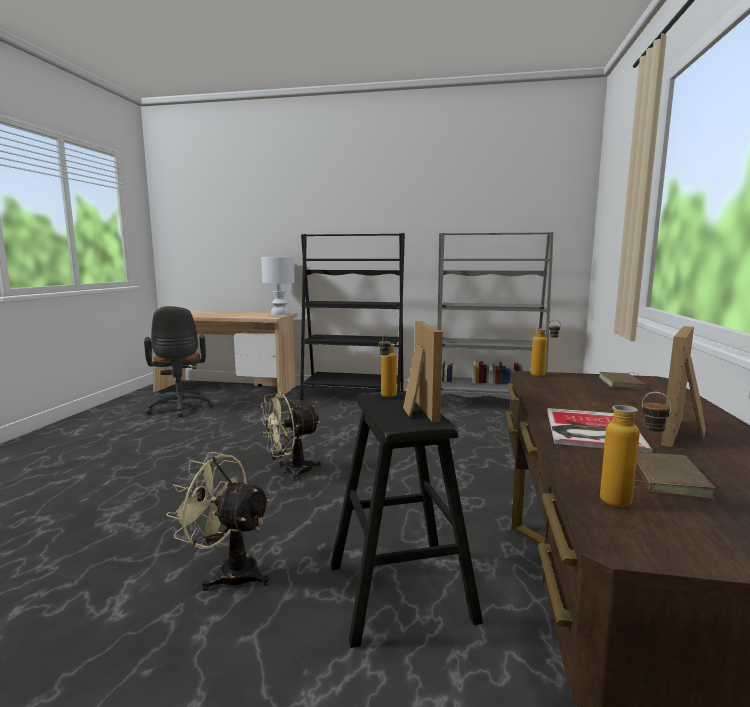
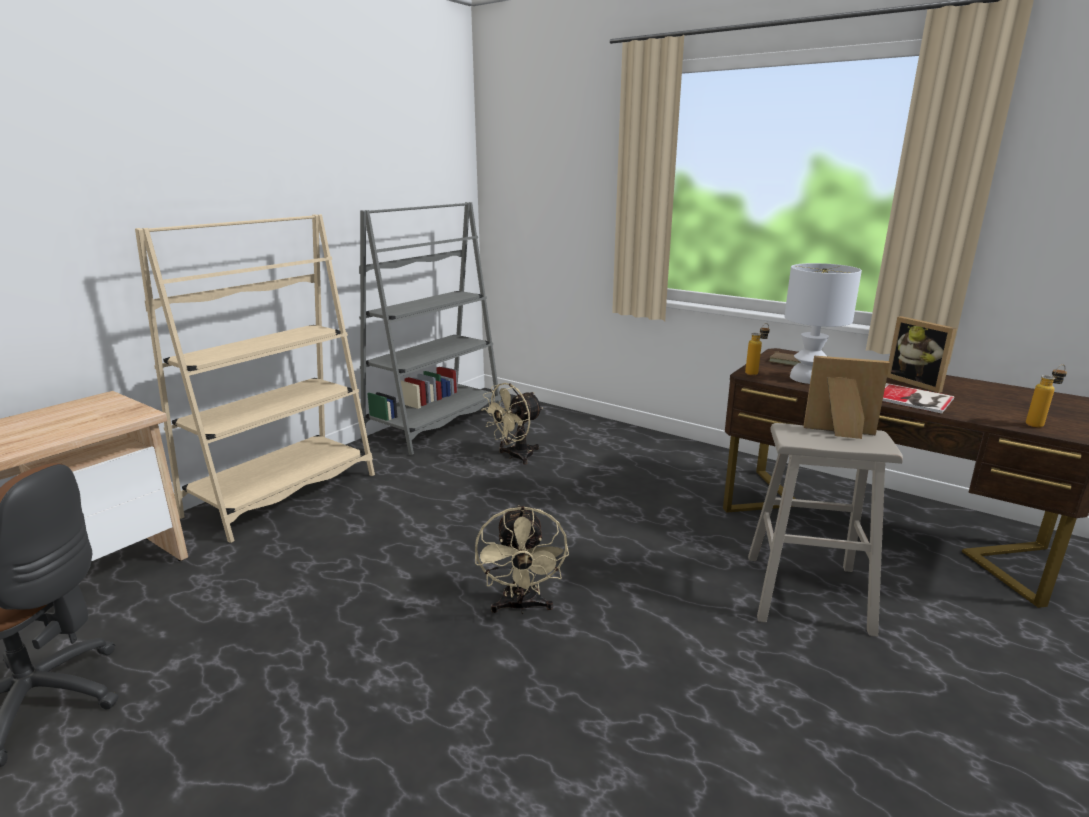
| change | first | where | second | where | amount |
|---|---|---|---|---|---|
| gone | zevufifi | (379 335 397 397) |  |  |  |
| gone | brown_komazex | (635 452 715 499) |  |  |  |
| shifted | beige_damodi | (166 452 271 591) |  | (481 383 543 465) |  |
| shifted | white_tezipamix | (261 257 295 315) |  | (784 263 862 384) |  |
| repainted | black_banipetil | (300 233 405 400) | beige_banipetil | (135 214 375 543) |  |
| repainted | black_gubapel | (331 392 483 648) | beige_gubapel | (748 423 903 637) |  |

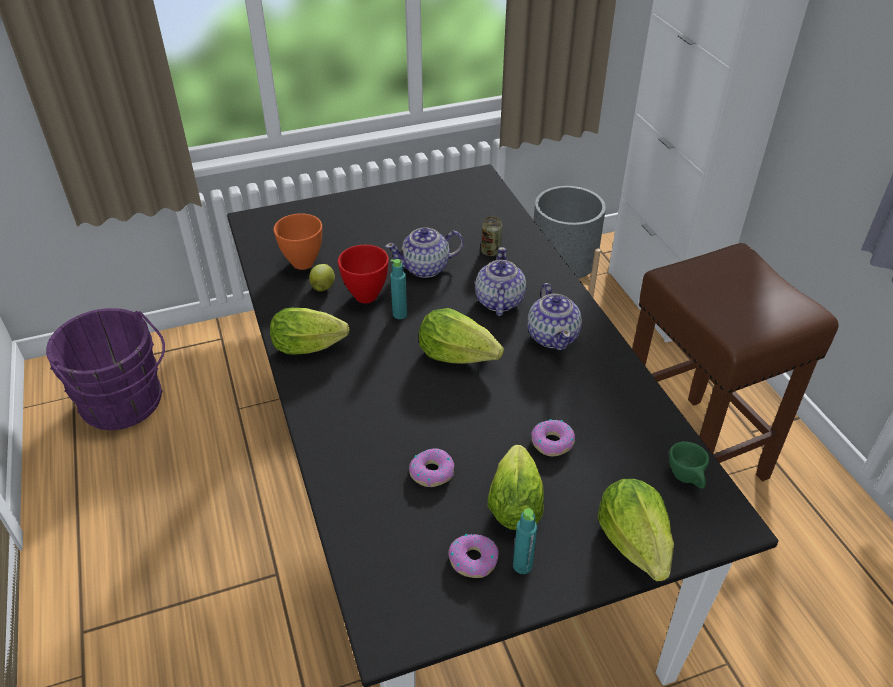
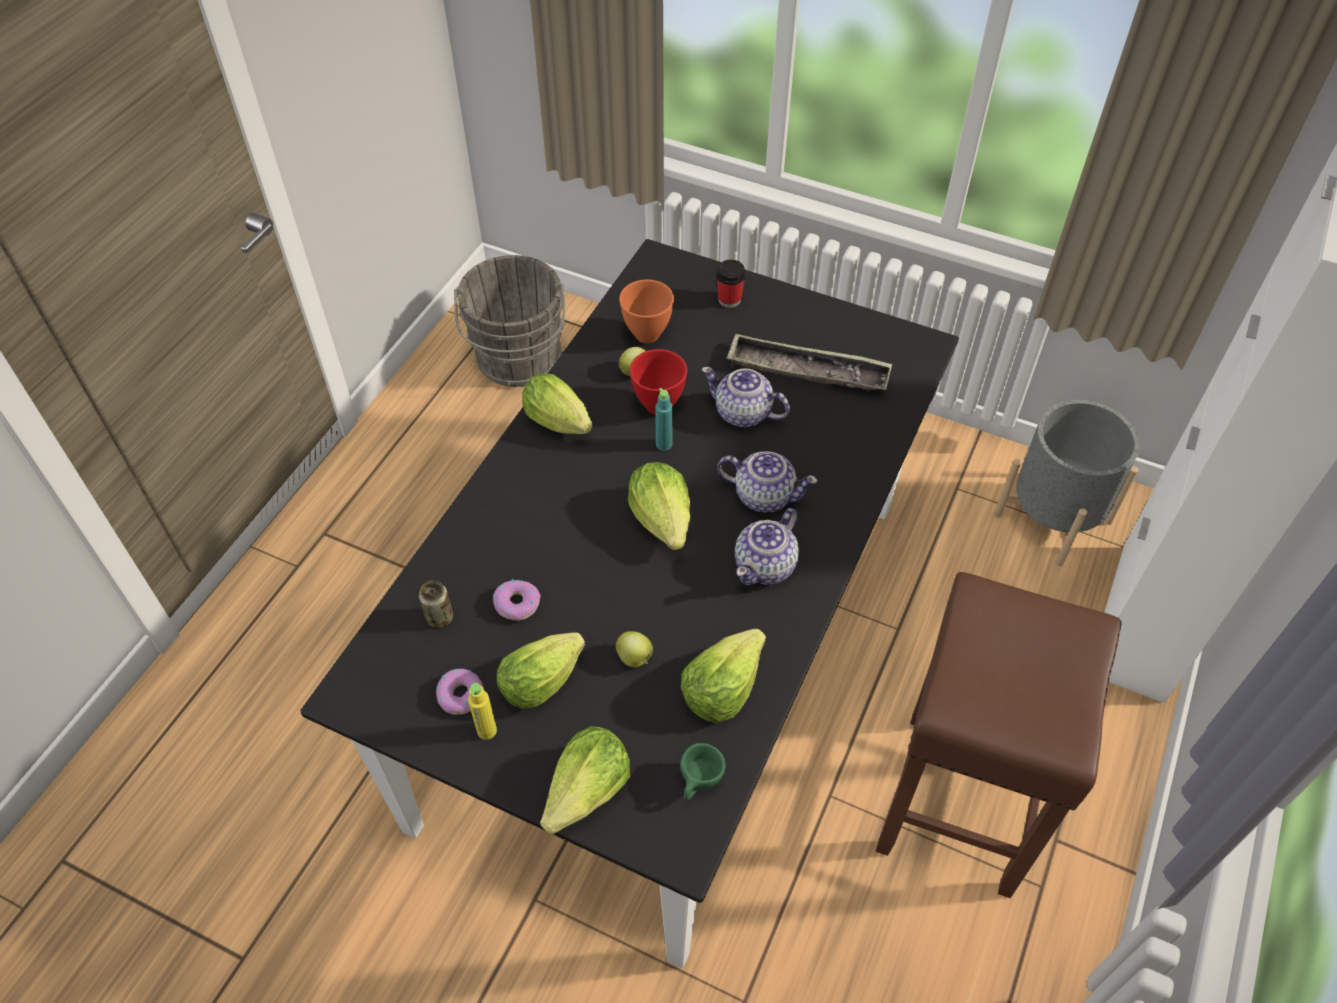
| change | first | where | second | where | amount |
|---|---|---|---|---|---|
| new |  |  | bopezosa | (681 629 766 723) |  |
| new |  |  | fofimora | (716 260 746 308) |  |
| new |  |  | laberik | (727 334 892 391) |  |
| shifted | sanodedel | (481 217 502 256) |  | (419 580 453 628) |  |
| swapped | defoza | (531 419 575 456) | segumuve | (616 631 653 668) |  |
| repainted | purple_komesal | (46 308 165 430) | grey_komesal | (454 255 565 387) |  |
| repainted | turquoise_zevufifi | (513 508 537 574) | yellow_zevufifi | (468 683 497 740) |  |
| rotated | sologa | (475 247 526 316) |  | (717 451 818 513) | 60 degrees clockwise |

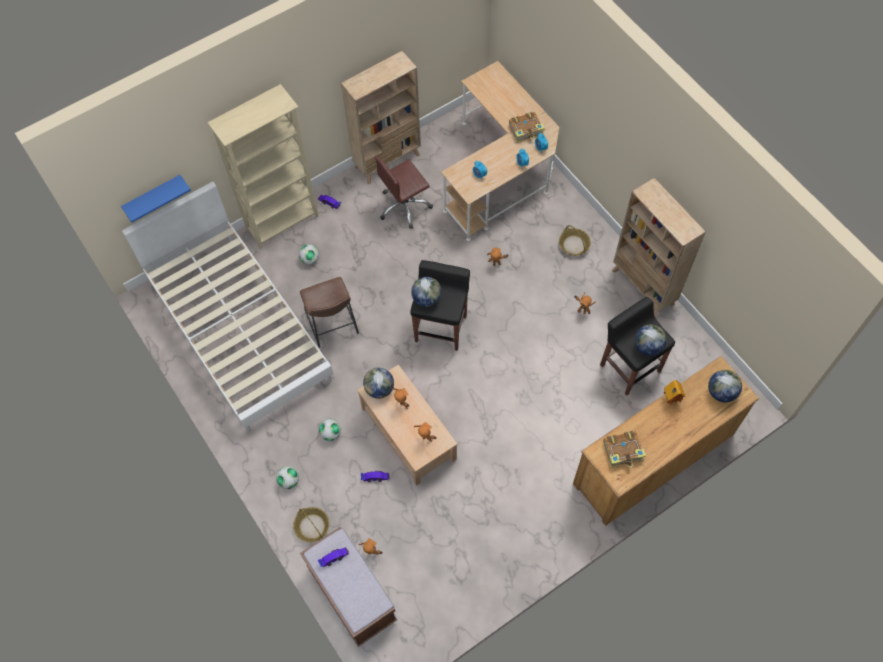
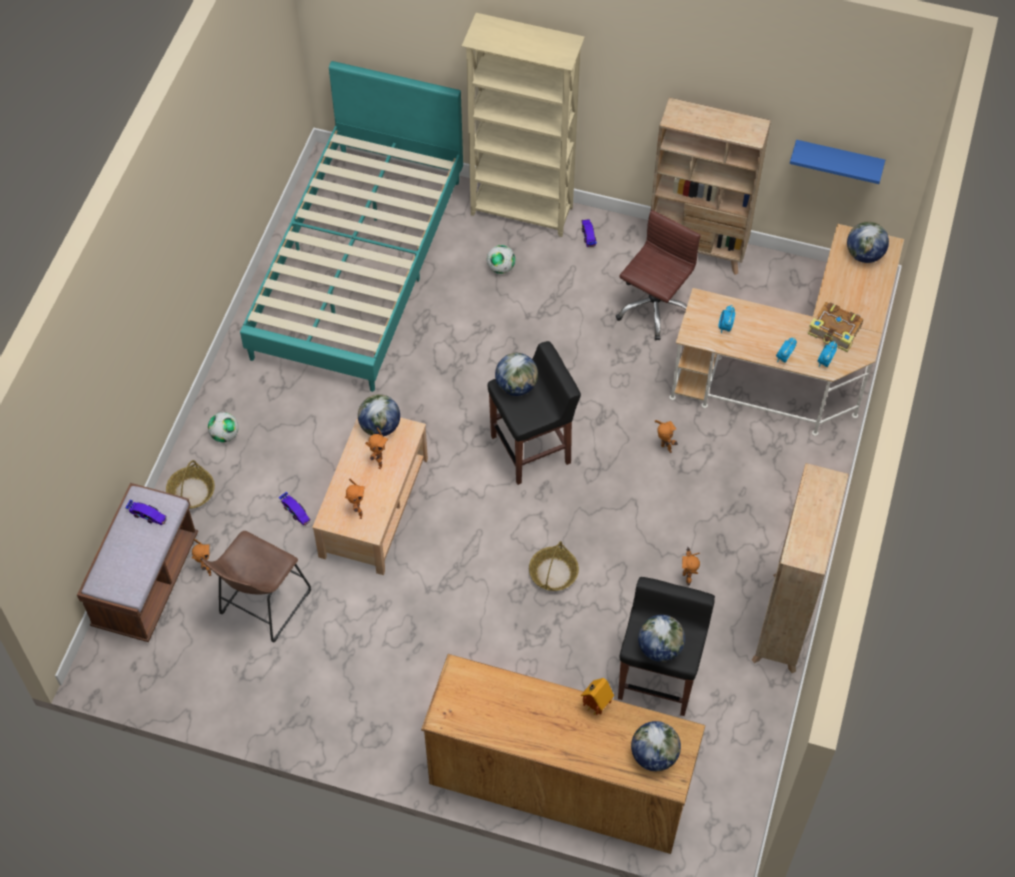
| change | first | where | second | where | amount |
|---|---|---|---|---|---|
| gone | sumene | (319 419 341 441) |  |  |  |
| gone | komazex | (603 431 646 468) |  |  |  |
| new |  |  | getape | (847 222 889 263) |  |
| shifted | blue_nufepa | (121 175 191 223) |  | (790 140 885 184) |  |
| shifted | brown_gubapel | (300 277 359 348) |  | (202 531 311 643) |  |
| shifted | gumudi | (559 225 591 256) |  | (529 541 579 591) |  |
| repainted | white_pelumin | (122 181 333 432) | turquoise_pelumin | (240 61 463 392) |  |
| rotated | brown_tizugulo | (375 156 433 229) |  | (616 210 701 340) | 105 degrees clockwise |

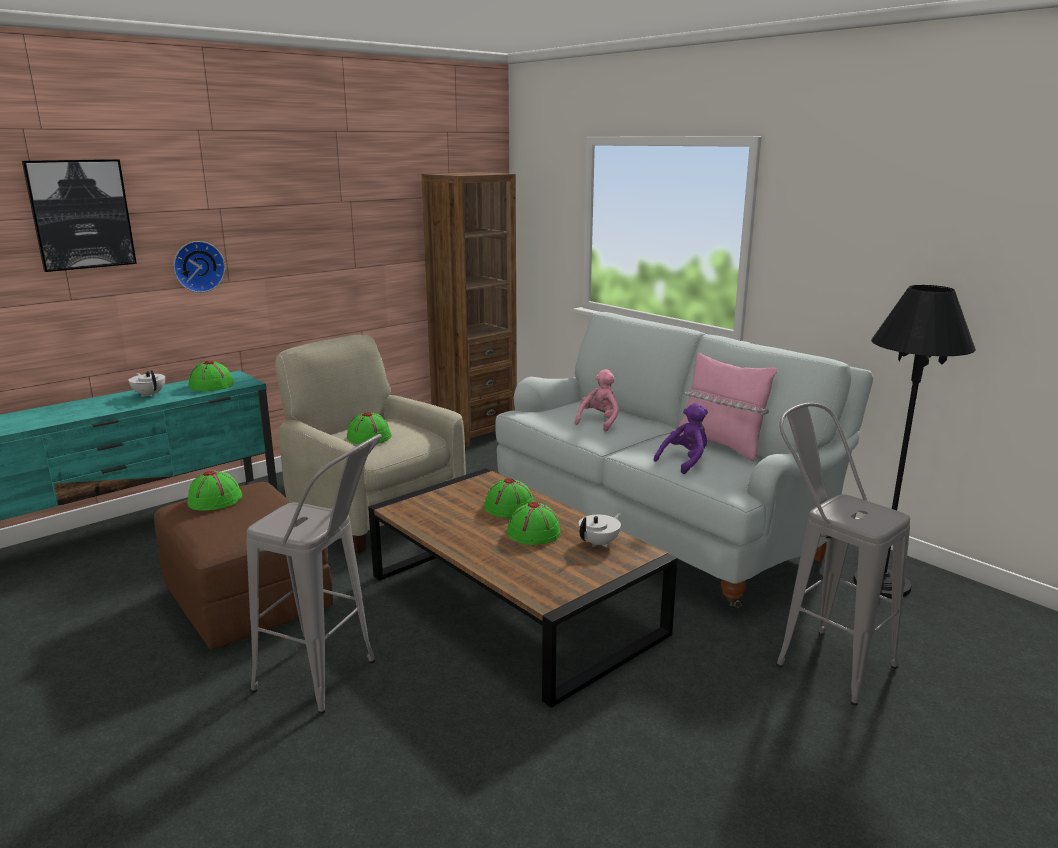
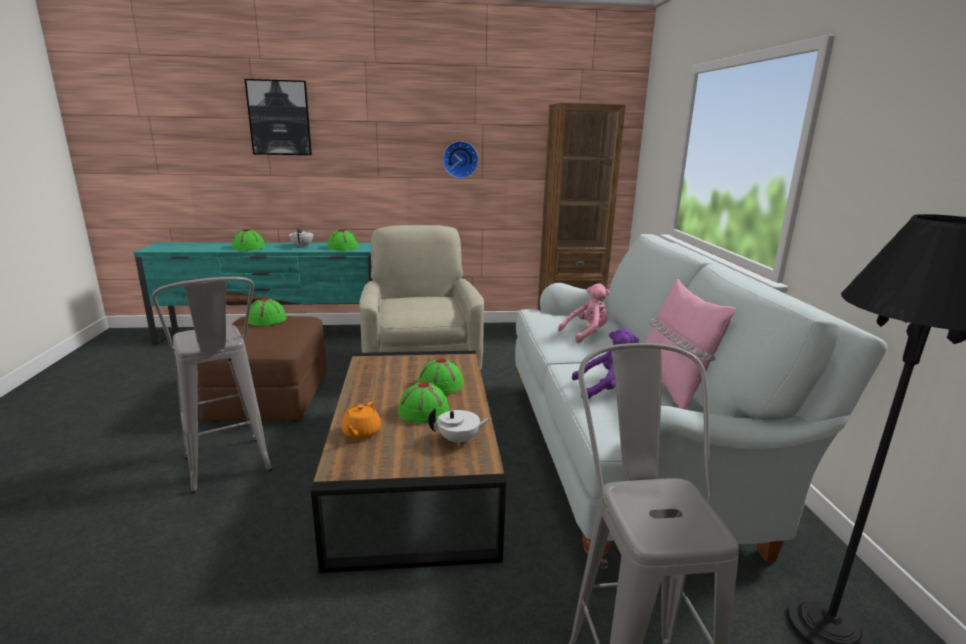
| change | first | where | second | where | amount |
|---|---|---|---|---|---|
| new |  |  | orange_sologa | (342 402 381 439) |  |
| shifted | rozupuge | (173 241 225 293) |  | (443 141 479 178) |  |
| shifted | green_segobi | (347 412 392 444) |  | (232 229 265 251) |  |

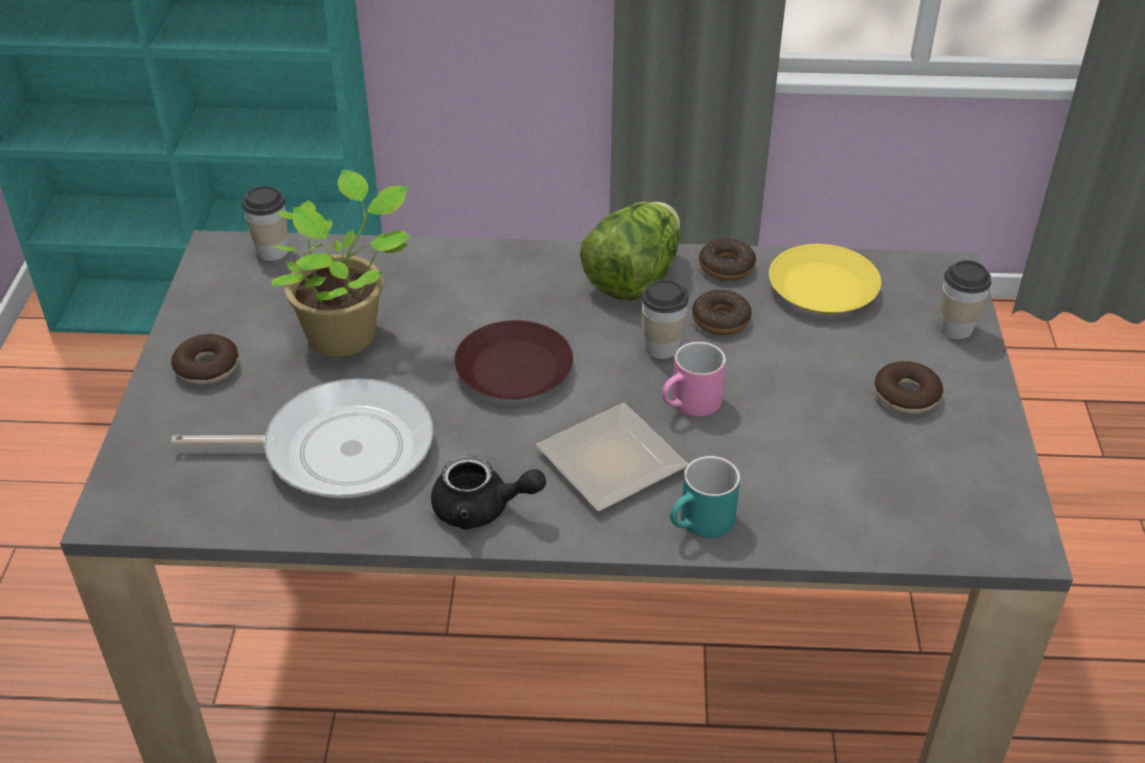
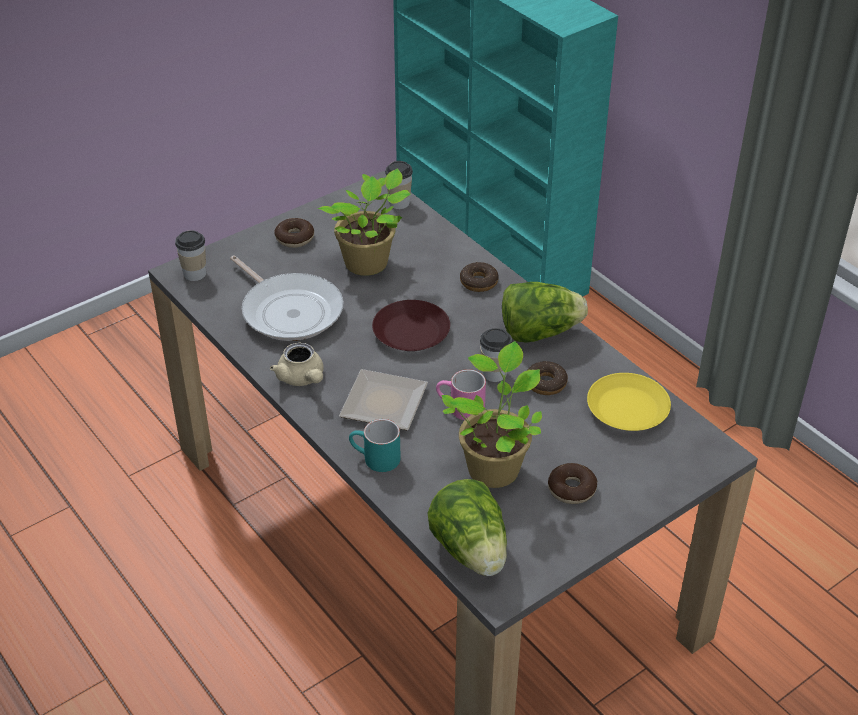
| change | first | where | second | where | amount |
|---|---|---|---|---|---|
| new |  |  | bopezosa | (428 479 507 576) |  |
| new |  |  | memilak | (442 341 542 488) |  |
| shifted | defoza | (699 238 756 281) |  | (460 262 499 292) |  |
| shifted | fofimora | (939 260 991 339) |  | (175 230 206 281) |  |
| repainted | black_sologa | (431 456 546 529) | beige_sologa | (270 342 323 386) |  |

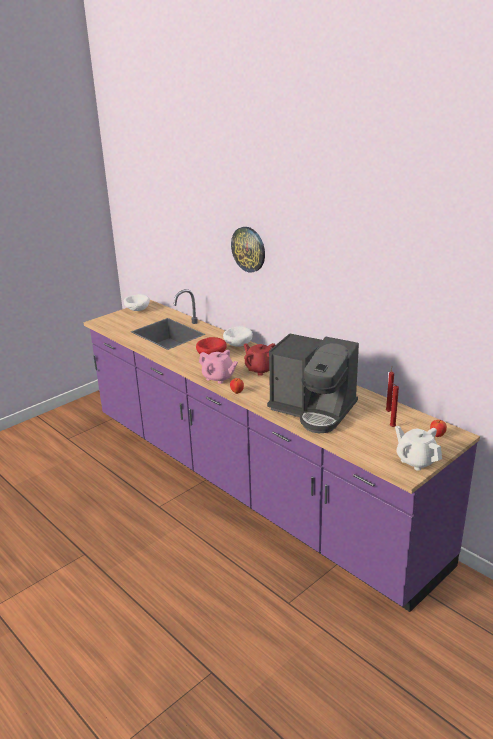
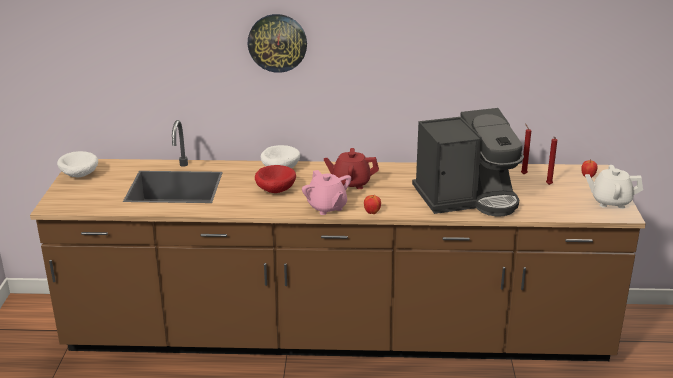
| change | first | where | second | where | amount |
|---|---|---|---|---|---|
| repainted | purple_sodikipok | (84 289 480 612) | brown_sodikipok | (30 120 646 361) |  |
| rotated | pink_sologa | (199 350 238 384) |  | (302 170 351 215) | 75 degrees clockwise |

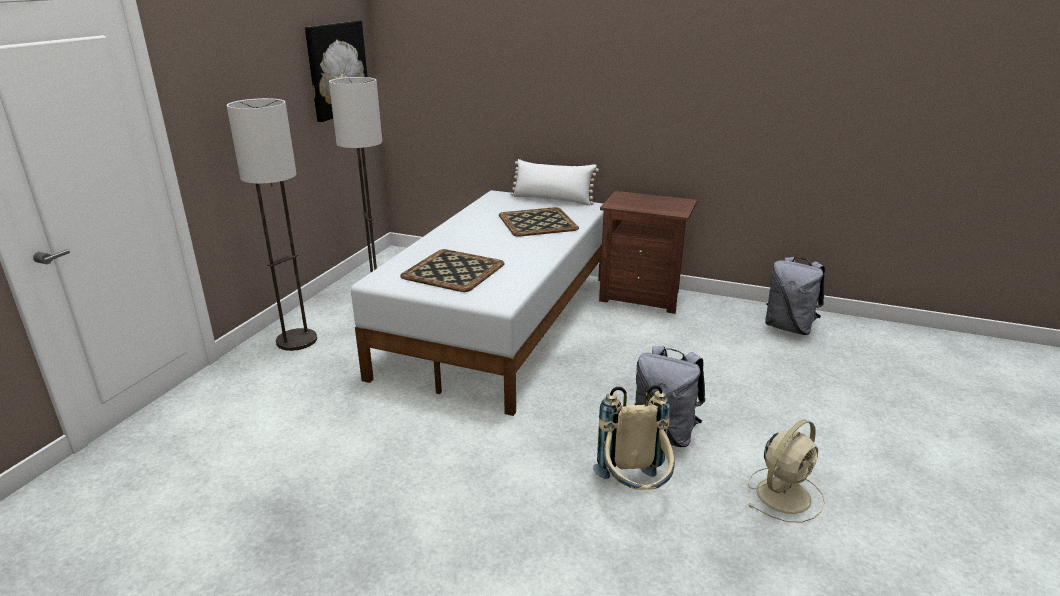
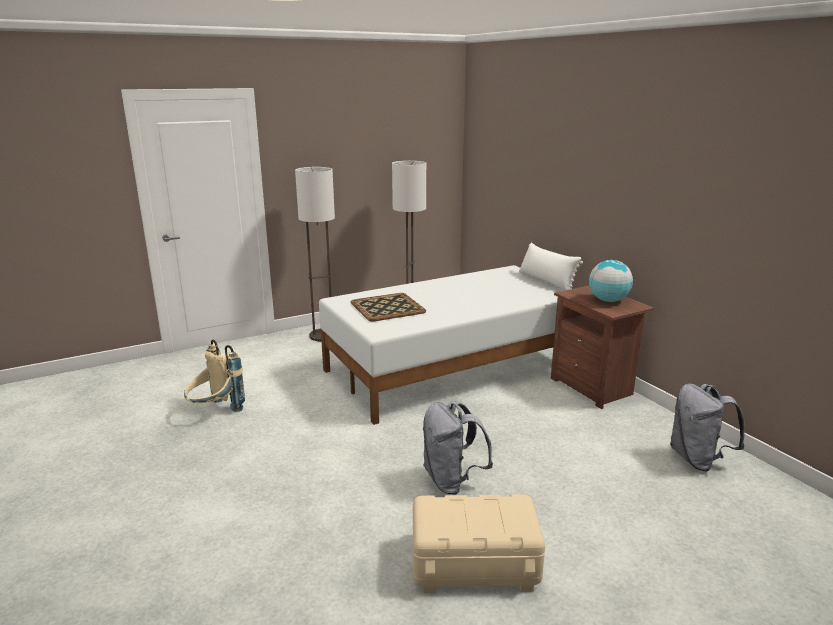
| change | first | where | second | where | amount |
|---|---|---|---|---|---|
| gone | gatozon | (305 21 368 122) |  |  |  |
| gone | laberik | (499 207 579 237) |  |  |  |
| new |  |  | getape | (589 260 633 302) |  |
| shifted | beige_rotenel | (593 385 675 490) |  | (184 340 245 412) |  |
| swapped | beige_damodi | (748 420 825 523) | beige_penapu | (413 495 545 593) |  |

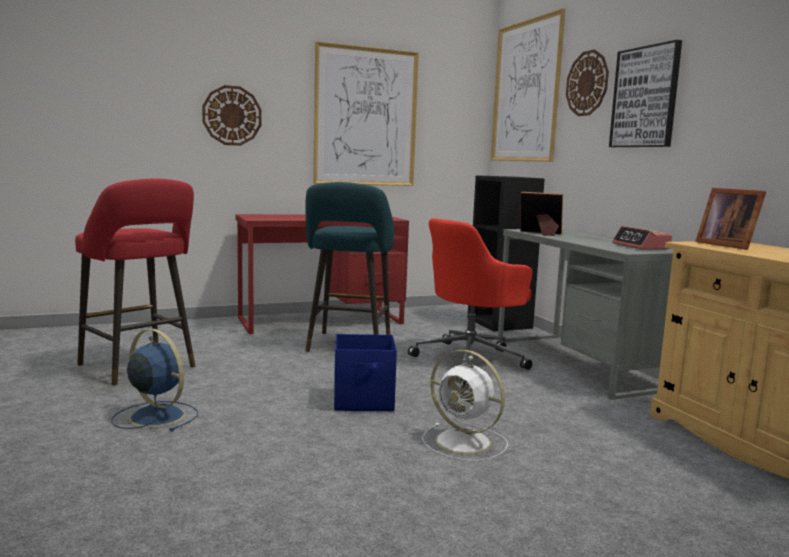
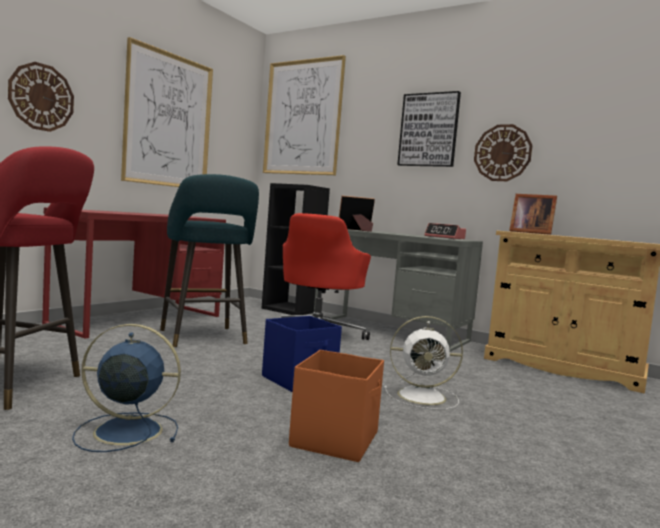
| change | first | where | second | where | amount |
|---|---|---|---|---|---|
| new |  |  | orange_penapu | (289 350 384 462) |  |
| shifted | rozupuge | (566 49 609 116) |  | (474 124 532 181) |  |

